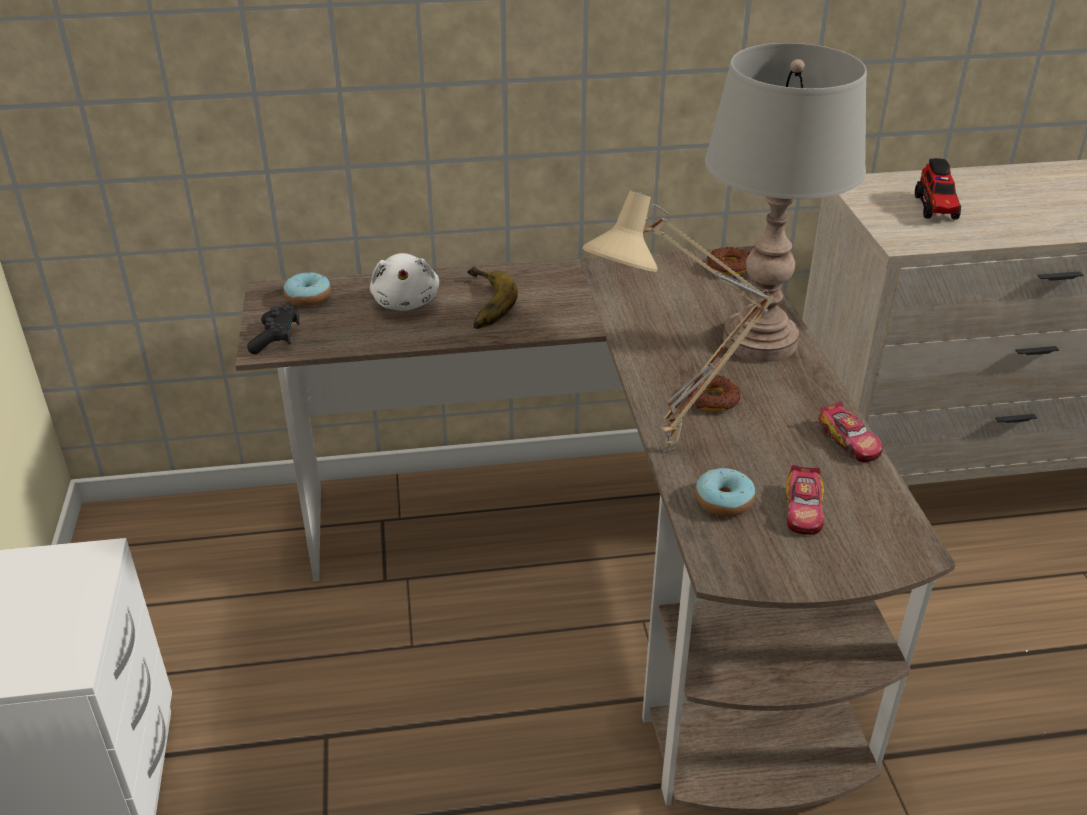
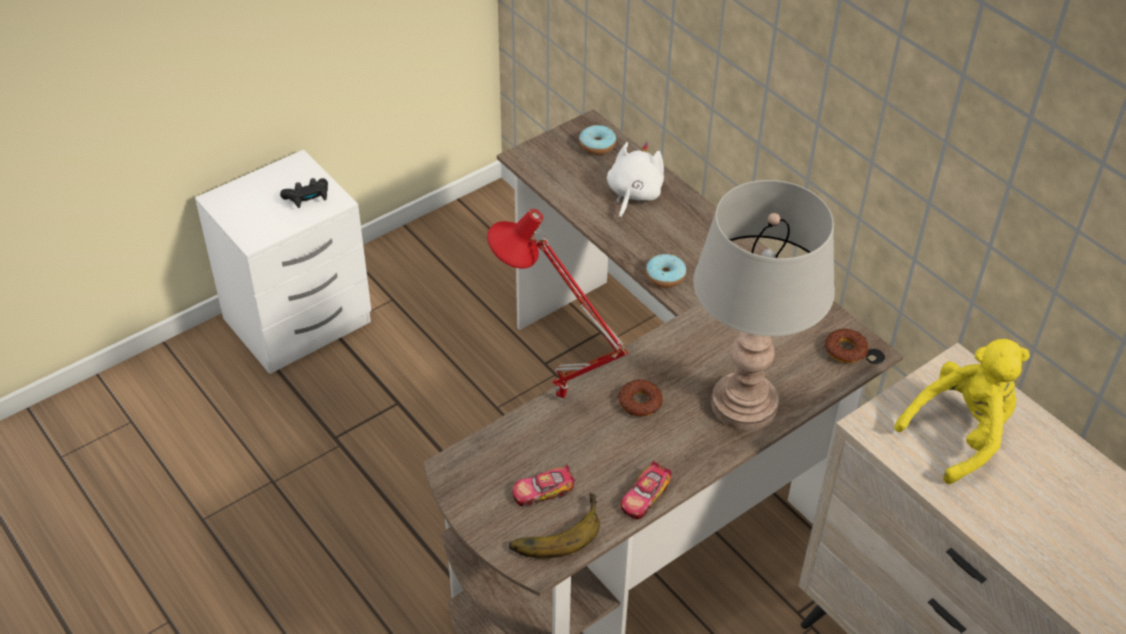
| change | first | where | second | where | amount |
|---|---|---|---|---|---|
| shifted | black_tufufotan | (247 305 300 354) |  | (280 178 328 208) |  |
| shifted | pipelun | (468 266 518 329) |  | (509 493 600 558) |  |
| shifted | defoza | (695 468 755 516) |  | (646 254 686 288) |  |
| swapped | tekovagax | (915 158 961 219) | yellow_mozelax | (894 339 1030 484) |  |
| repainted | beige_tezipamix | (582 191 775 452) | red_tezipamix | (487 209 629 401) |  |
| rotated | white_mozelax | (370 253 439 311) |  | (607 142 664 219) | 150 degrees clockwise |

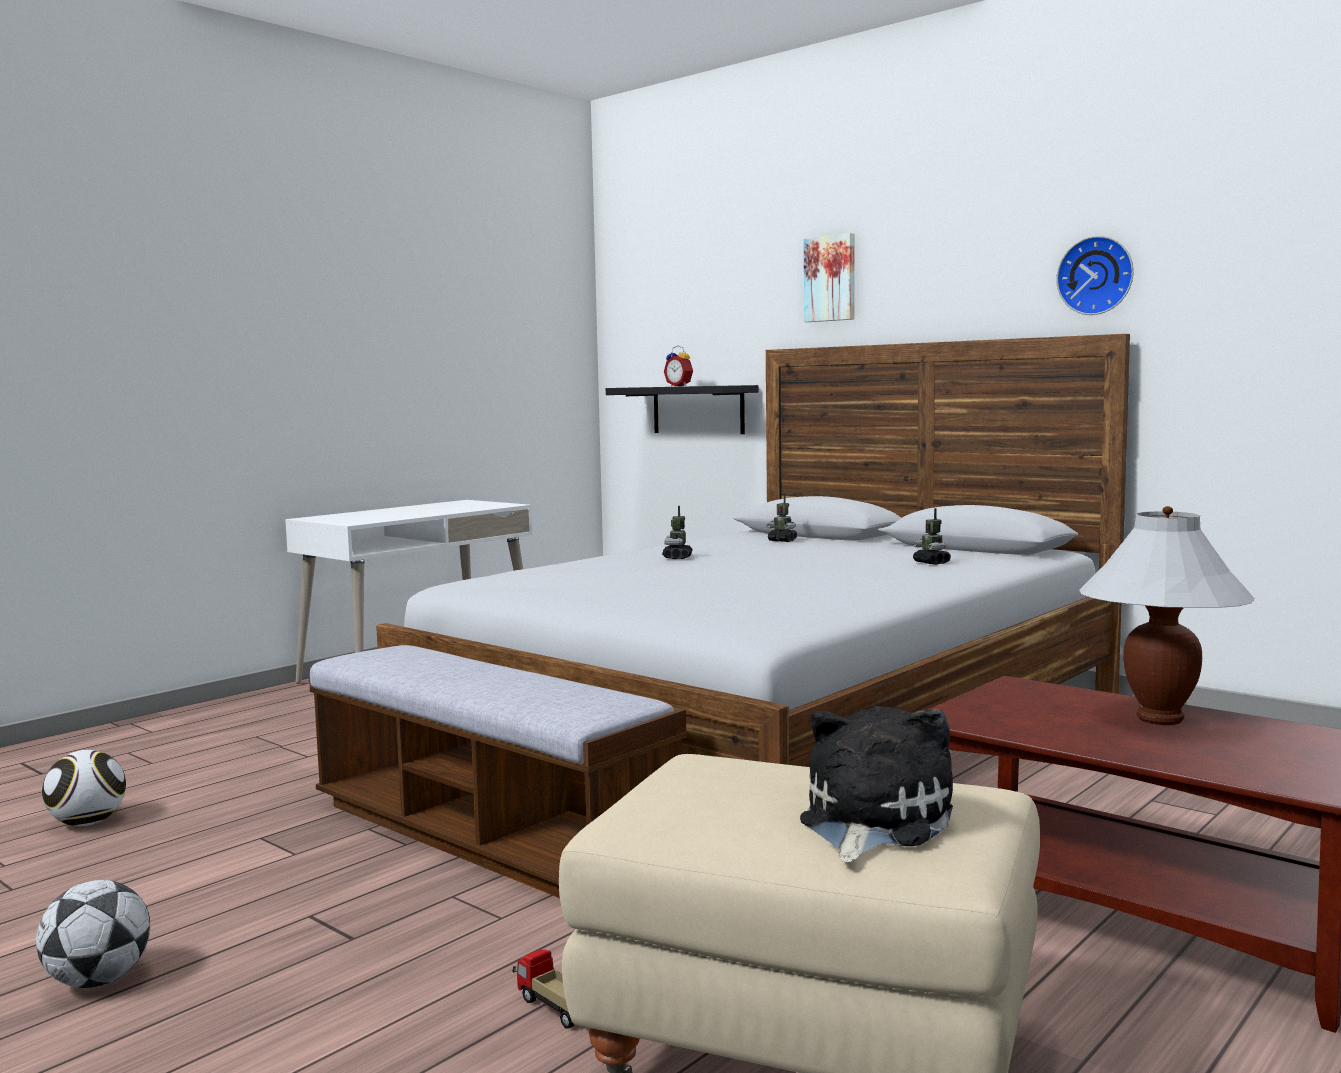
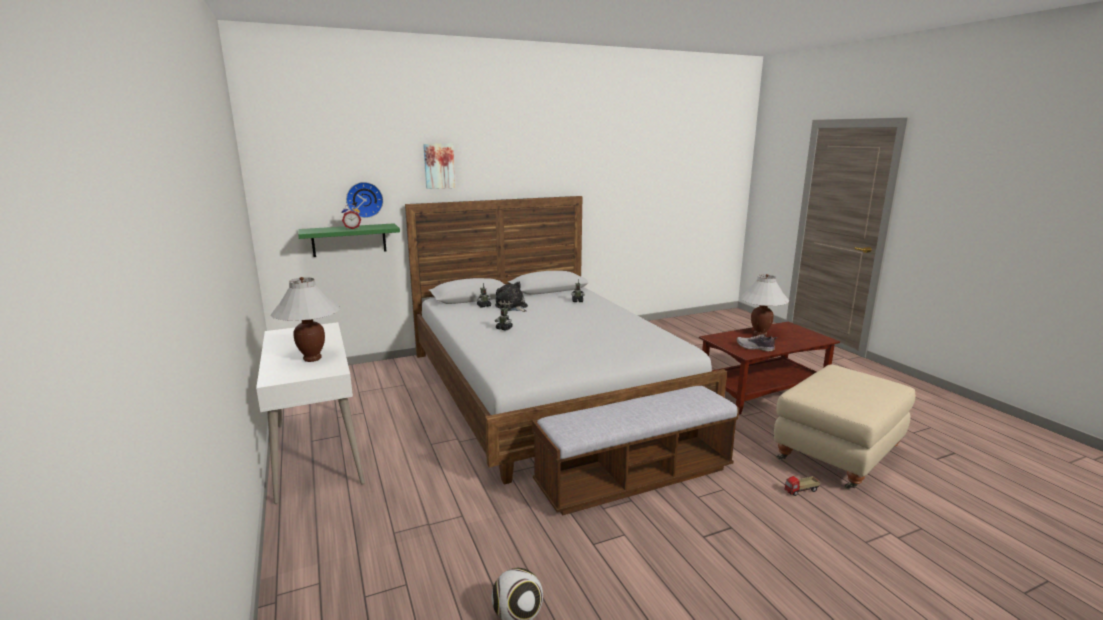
| change | first | where | second | where | amount |
|---|---|---|---|---|---|
| gone | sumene | (36 880 150 988) |  |  |  |
| new |  |  | white_tezipamix | (270 277 340 362) |  |
| new |  |  | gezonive | (737 334 777 352) |  |
| shifted | mozelax | (800 706 953 863) |  | (495 282 528 312) |  |
| shifted | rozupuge | (1056 236 1134 315) |  | (346 182 383 218) |  |
| repainted | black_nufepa | (606 385 759 434) | green_nufepa | (298 223 400 257) |  |

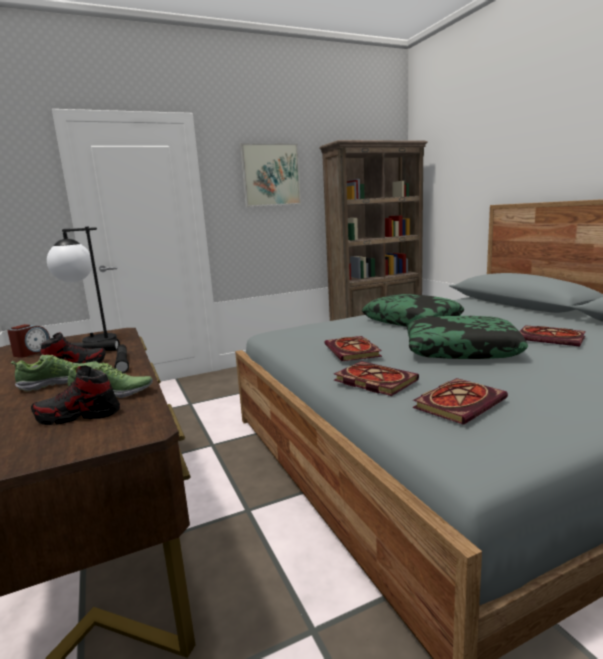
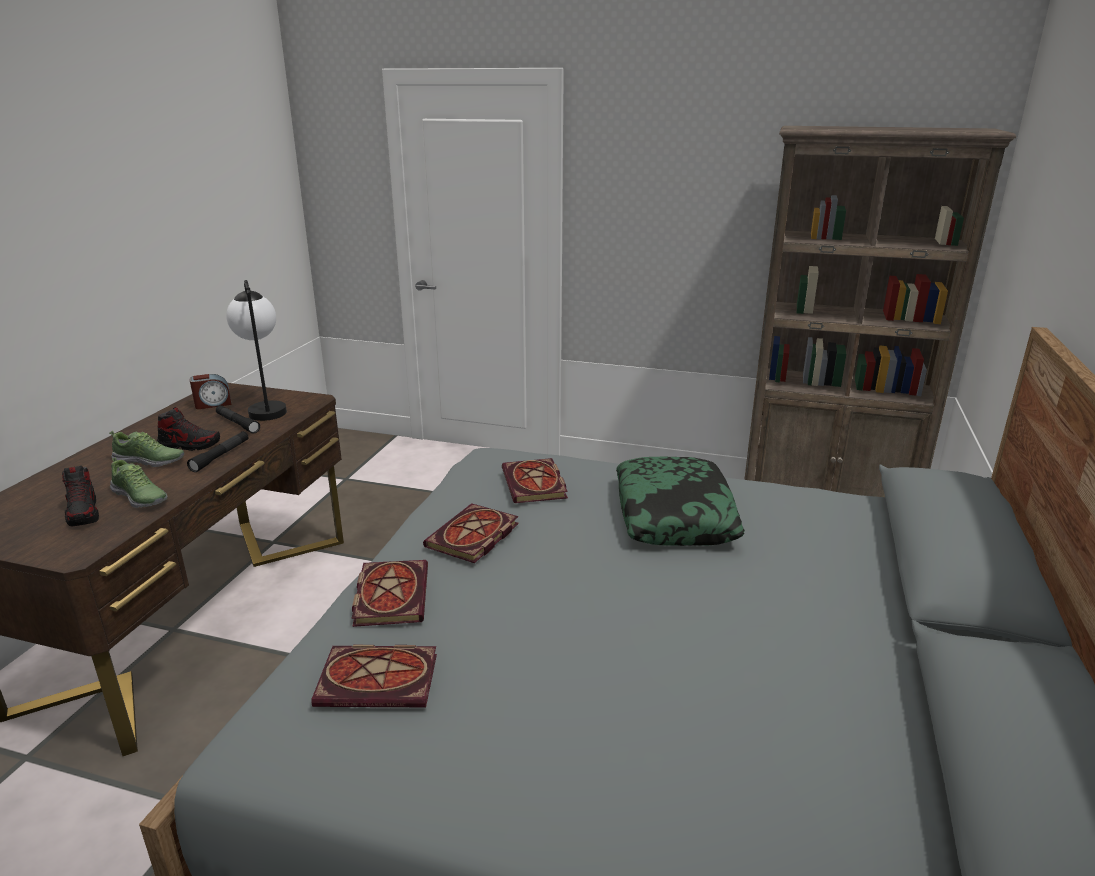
| change | first | where | second | where | amount |
|---|---|---|---|---|---|
| gone | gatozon | (240 143 301 207) |  |  |  |
| gone | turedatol | (407 316 528 359) |  |  |  |
| shifted | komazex | (519 325 586 346) |  | (502 458 568 503) |  |
| rotated | gezonive | (31 365 120 425) |  | (62 466 99 526) | 150 degrees counterclockwise |

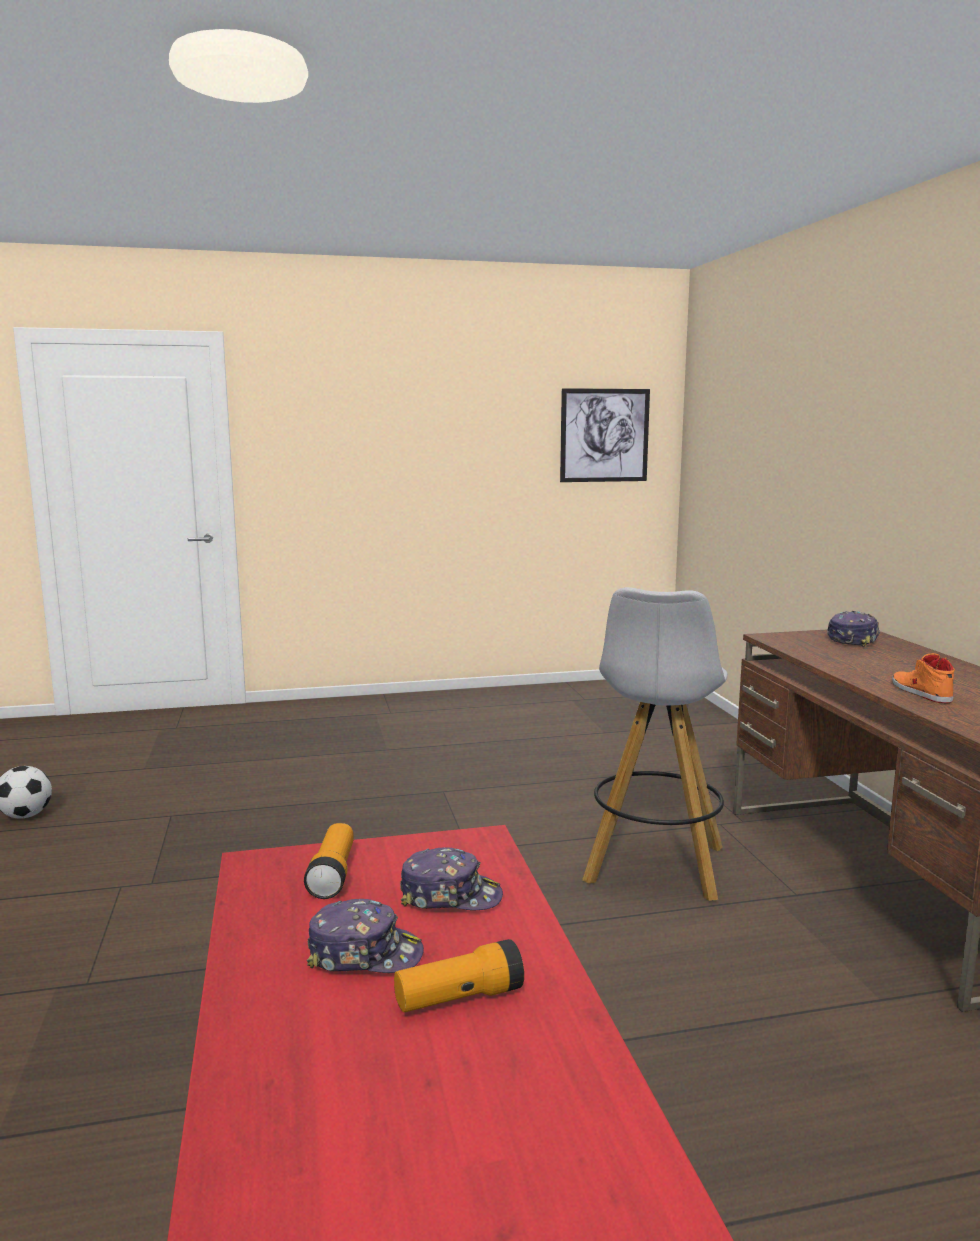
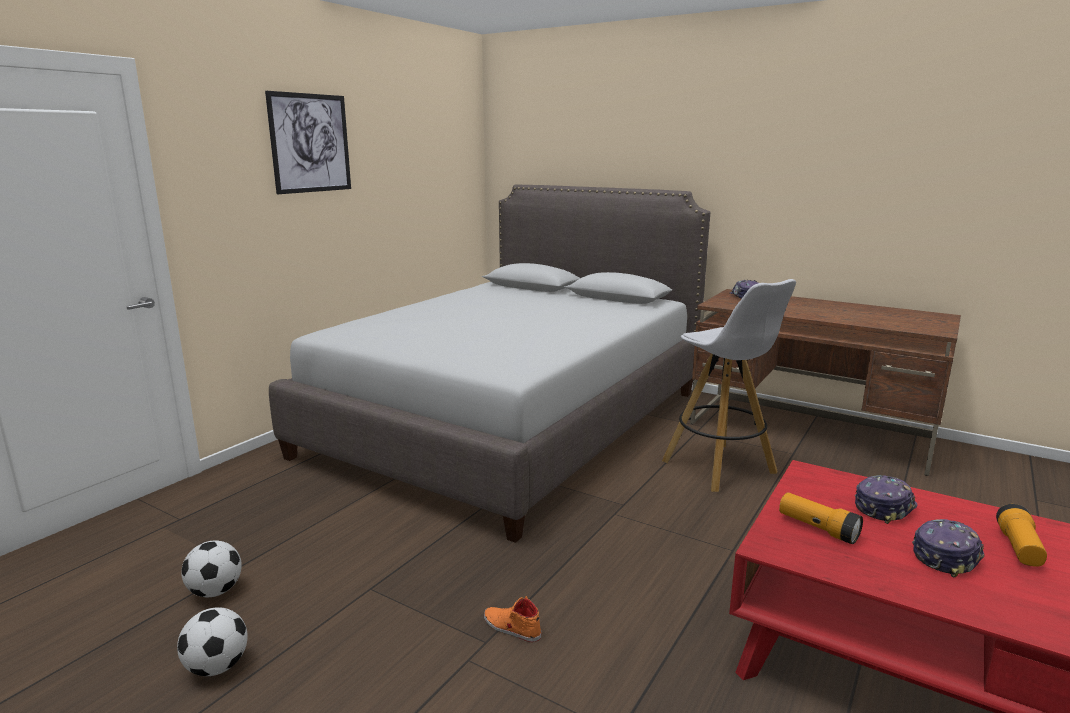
| change | first | where | second | where | amount |
|---|---|---|---|---|---|
| new |  |  | sumene | (181 541 242 597) |  |
| new |  |  | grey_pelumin | (269 184 710 543) |  |
| shifted | gatozon | (560 388 650 482) |  | (265 91 351 194) |  |
| shifted | orange_gezonive | (892 653 955 703) |  | (484 596 541 642) |  |

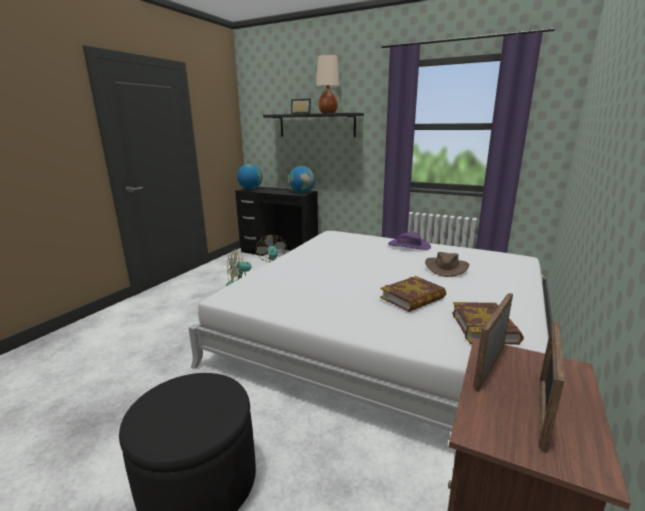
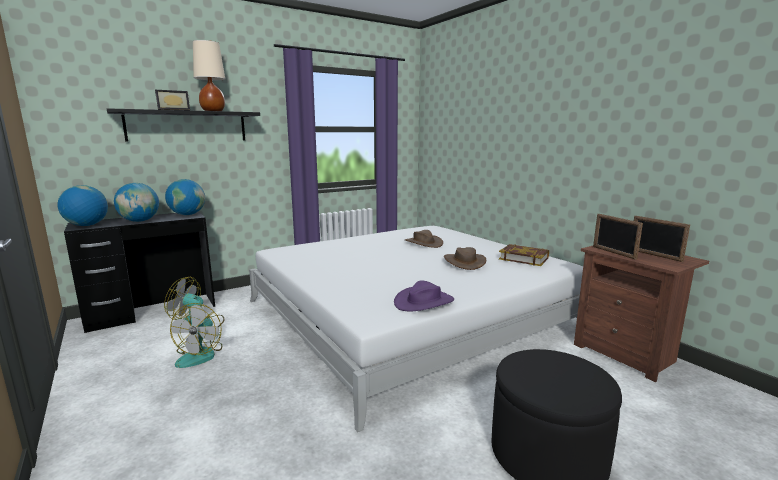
| change | first | where | second | where | amount |
|---|---|---|---|---|---|
| new |  |  | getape | (114 183 159 222) |  |
| shifted | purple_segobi | (388 232 431 250) |  | (394 280 454 311) |  |
| swapped | komazex | (380 276 446 312) | brown_segobi | (444 247 486 270) |  |

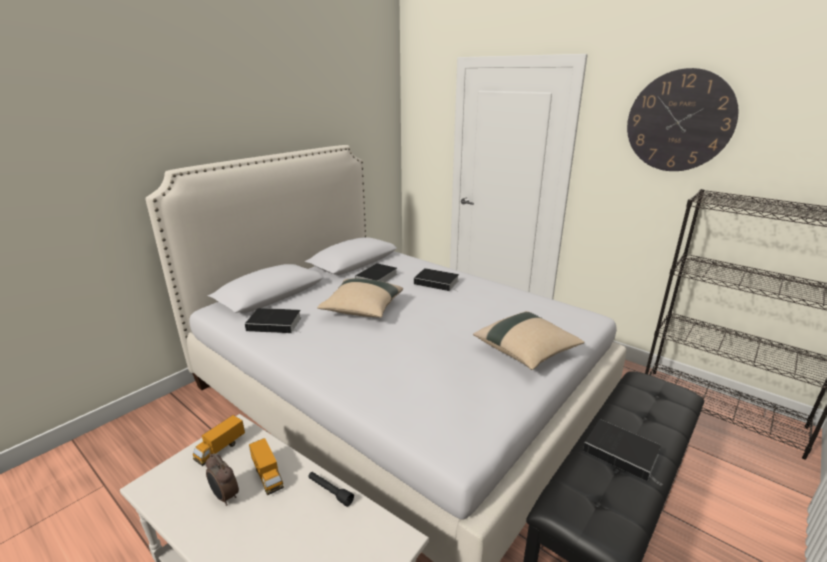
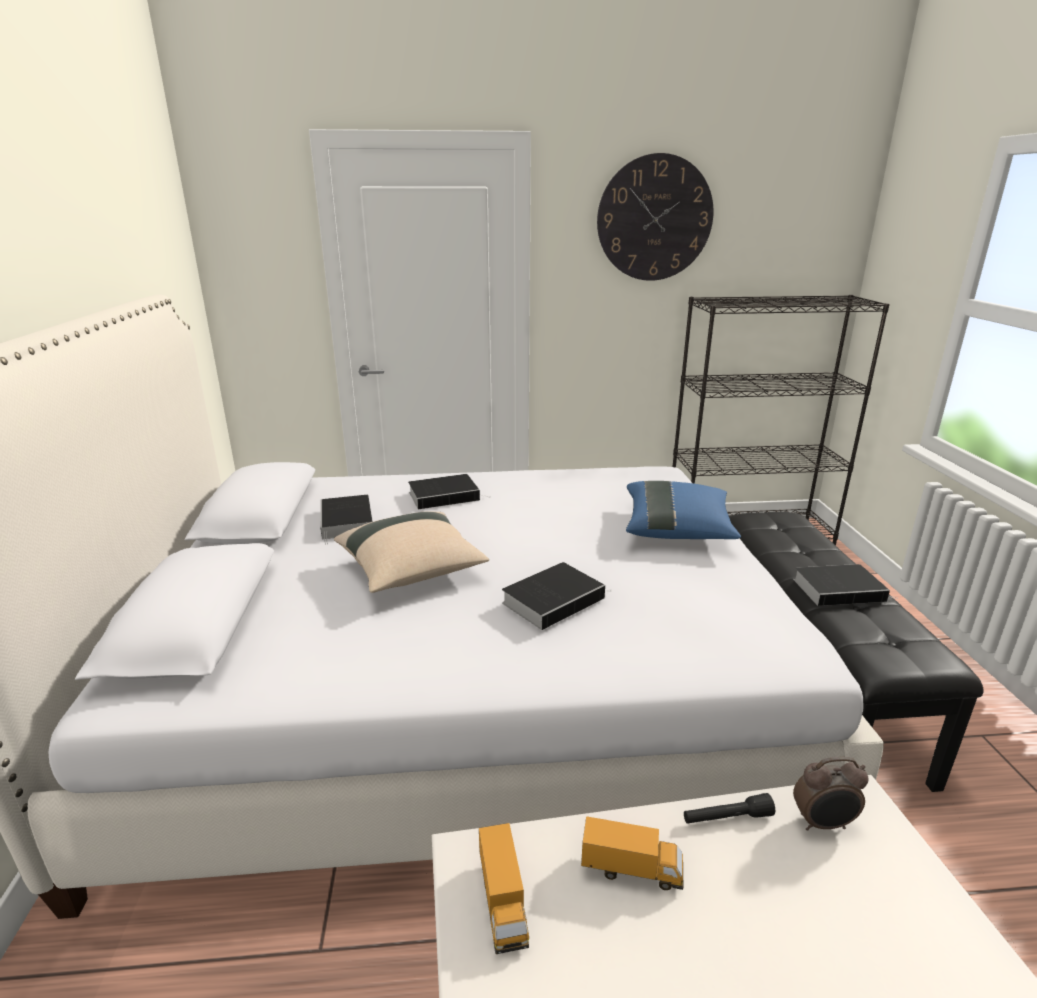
| change | first | where | second | where | amount |
|---|---|---|---|---|---|
| shifted | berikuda | (206 453 239 506) |  | (793 757 868 831) |  |
| shifted | komazex | (245 308 301 333) |  | (502 562 611 630) |  |
| repainted | beige_turedatol | (473 311 584 370) | blue_turedatol | (626 481 741 539) |  |

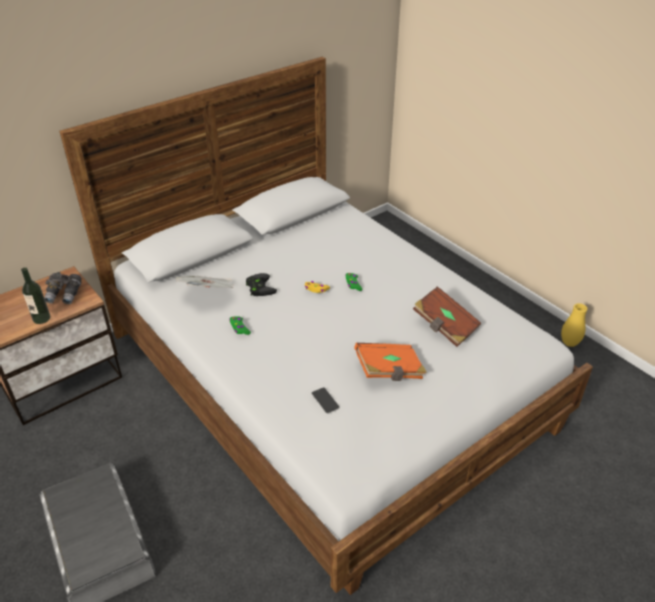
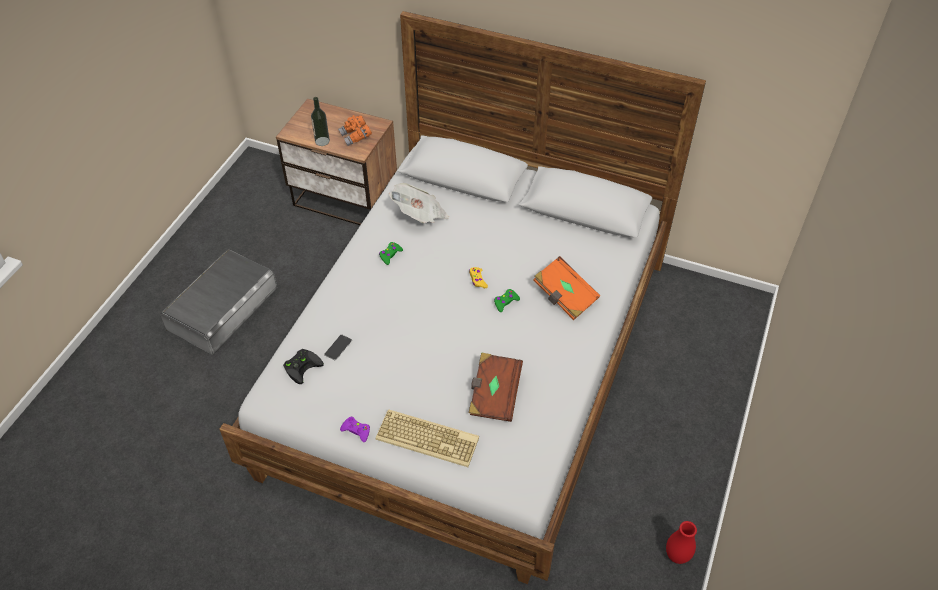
| change | first | where | second | where | amount |
|---|---|---|---|---|---|
| new |  |  | purple_tufufotan | (340 417 370 442) |  |
| new |  |  | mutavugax | (376 409 479 467) |  |
| shifted | black_tufufotan | (246 273 277 296) |  | (283 349 324 384) |  |
| shifted | orange_komazex | (354 343 427 381) |  | (533 256 600 320) |  |
| repainted | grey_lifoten | (44 272 82 304) | orange_lifoten | (338 115 372 146) |  |
| repainted | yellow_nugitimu | (561 303 588 347) | red_nugitimu | (666 521 697 564) |  |

